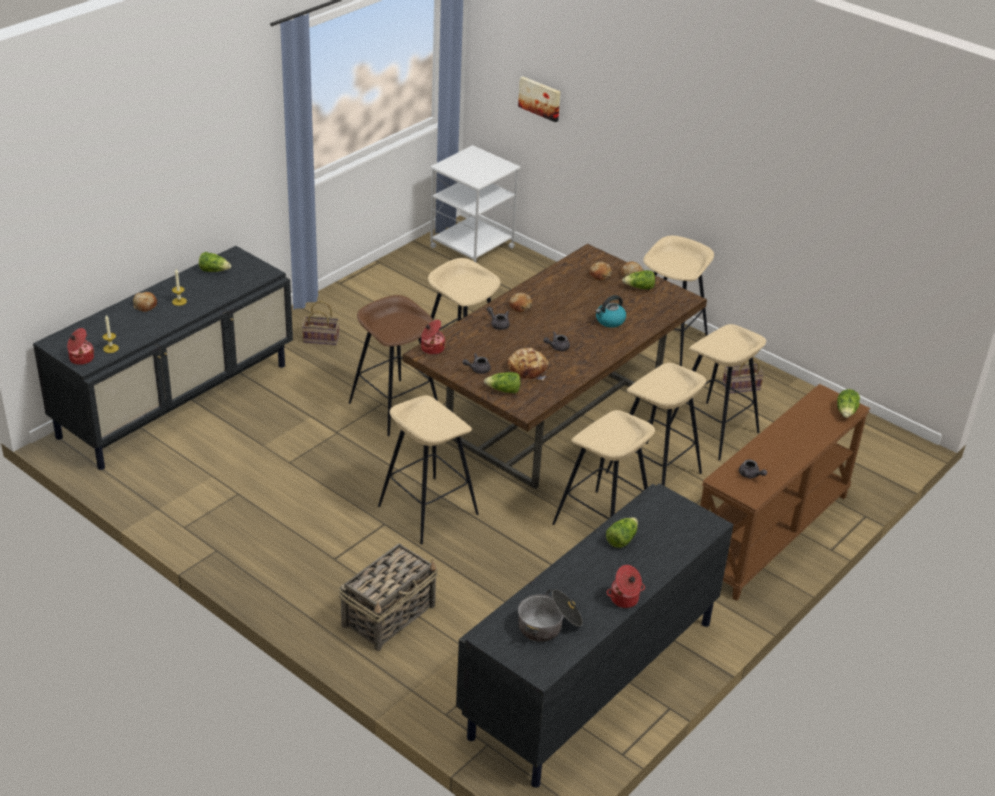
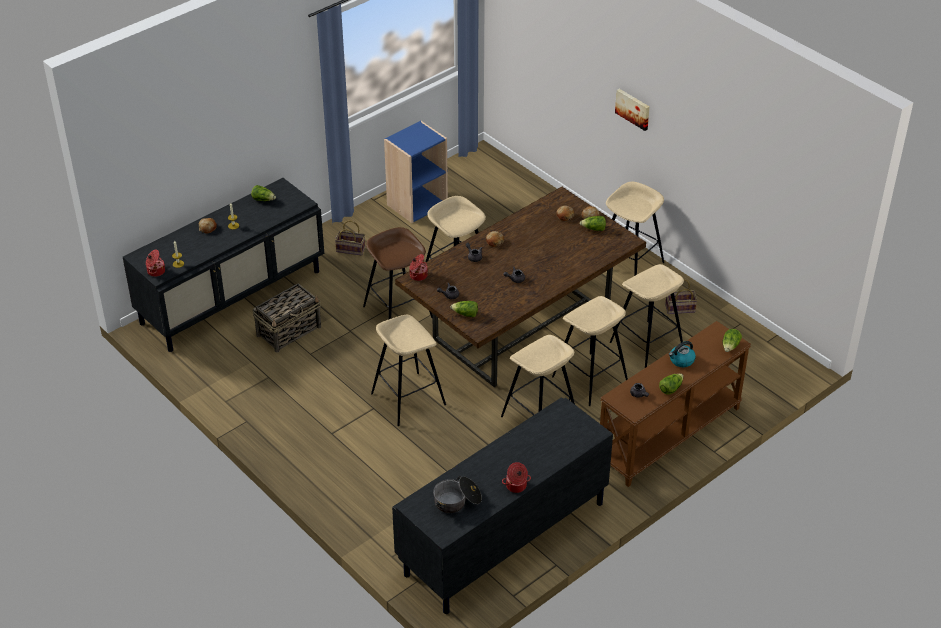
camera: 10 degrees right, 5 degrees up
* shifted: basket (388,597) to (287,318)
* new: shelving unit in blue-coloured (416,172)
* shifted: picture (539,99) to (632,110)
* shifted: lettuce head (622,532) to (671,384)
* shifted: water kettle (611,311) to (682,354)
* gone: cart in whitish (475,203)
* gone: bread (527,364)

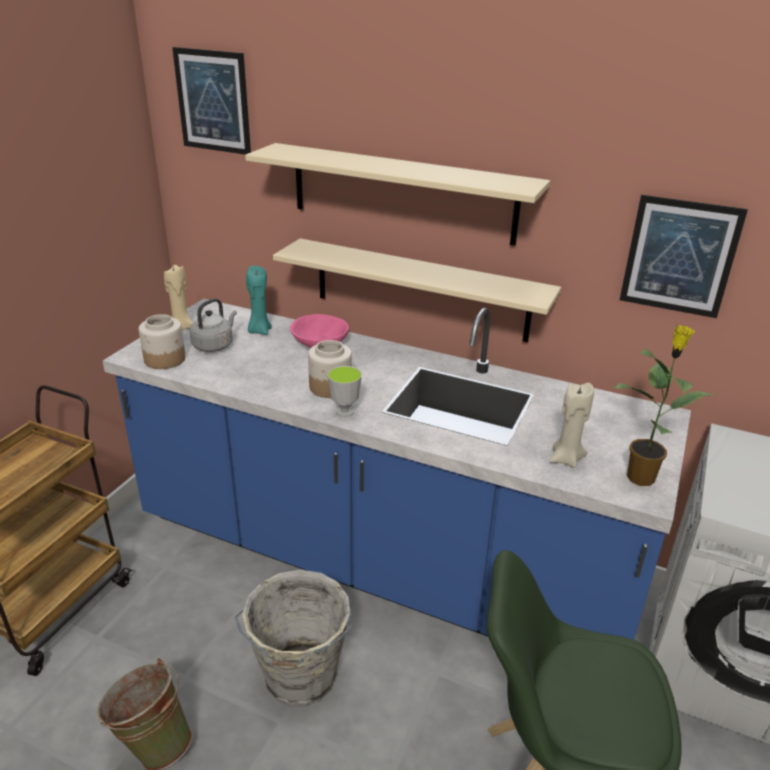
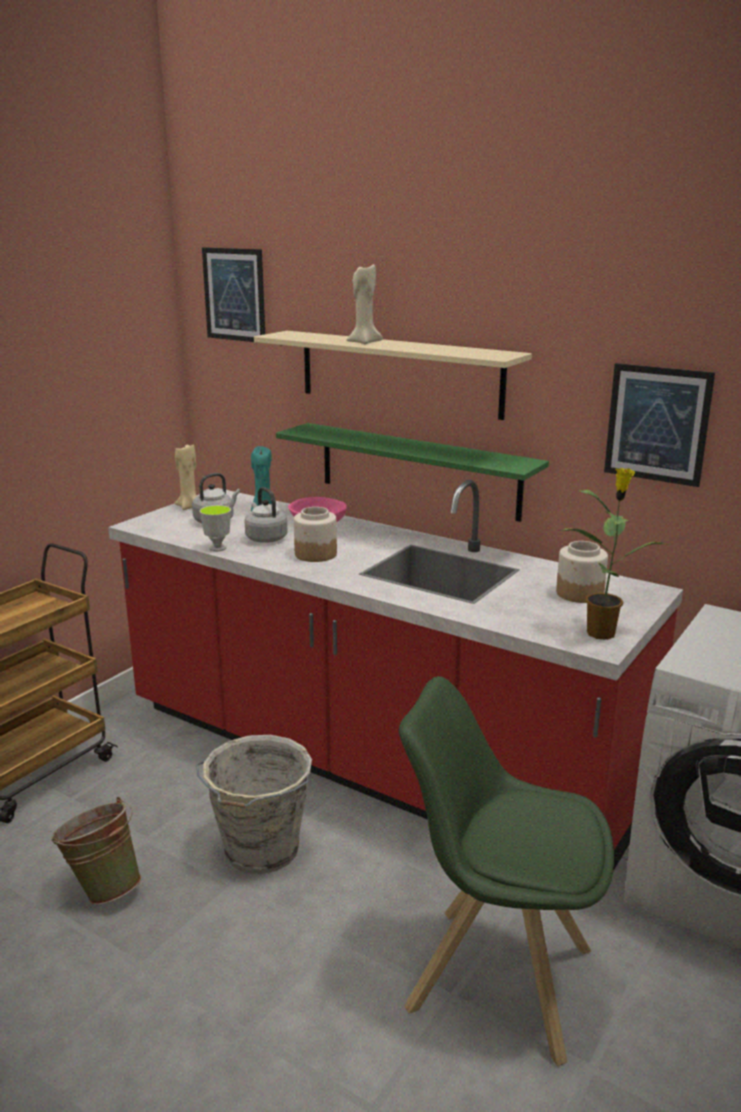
camera: 10 degrees right, 10 degrees down
* repainted: counter in blue-coloured (397,469) to counter in reddish (395,675)
* shifted: drinking cup (345,391) to (215,528)
* new: water kettle in greyish (266,515)
* repainted: bracket shelf in beige (417,290) to bracket shelf in green-coloured (412,472)
* shifted: wax candle in beige (571,425) to (364,304)
* shifted: jar (162,341) to (582,572)

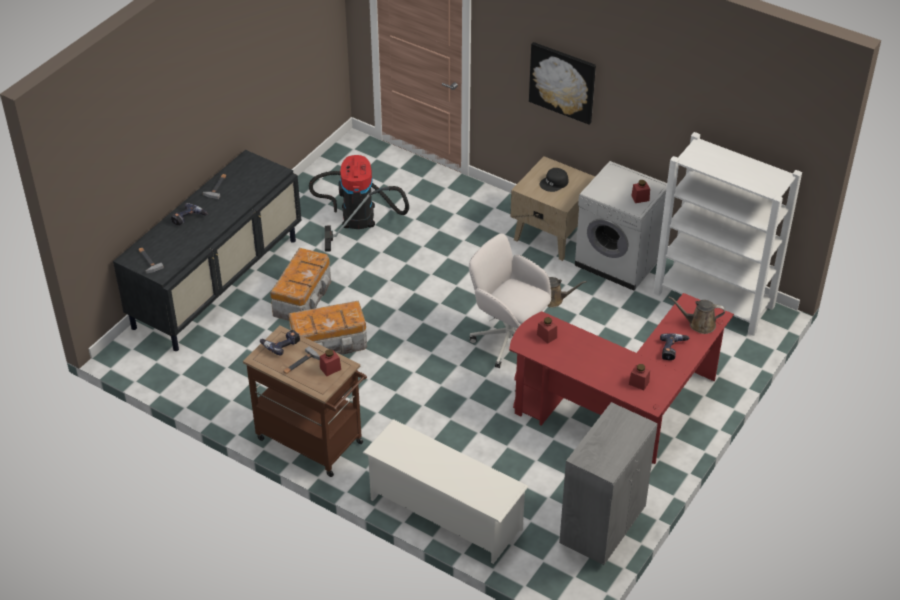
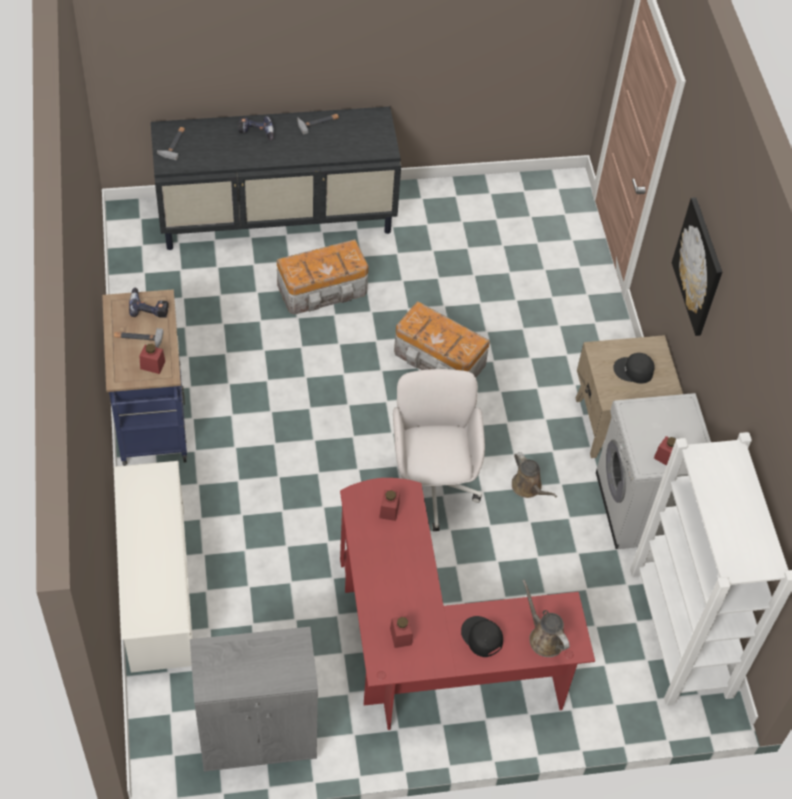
camera: 45 degrees right, 10 degrees up
* repainted: cart in brown-coloured (305,401) to cart in blue-coloured (144,377)
* shifted: storage bin (328,327) to (442,339)
* swapped: drill (675,347) to peaked cap in black-coloured (482,636)
* gone: vacuum (359,203)

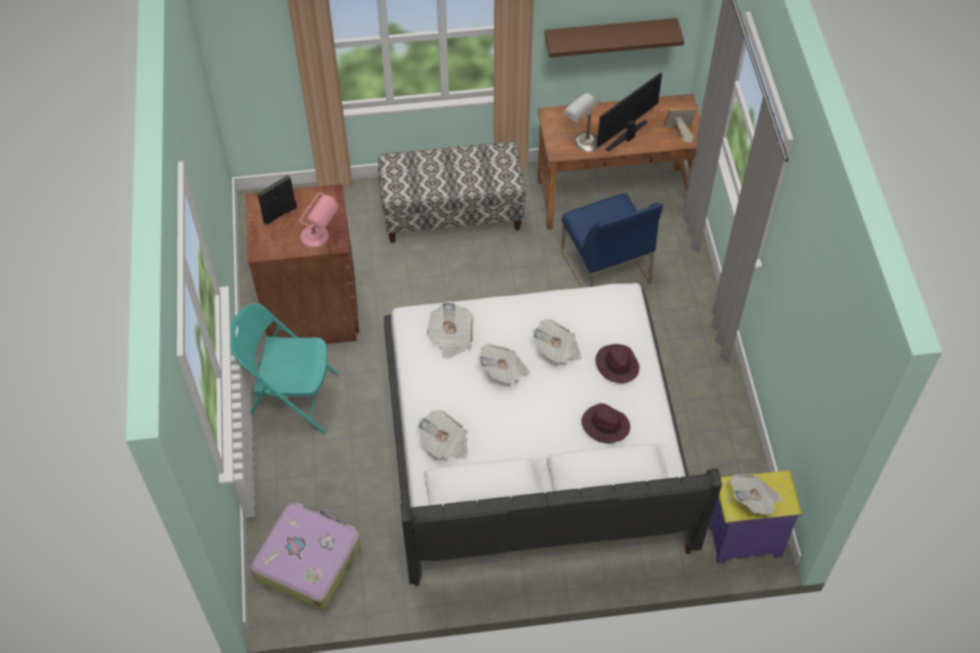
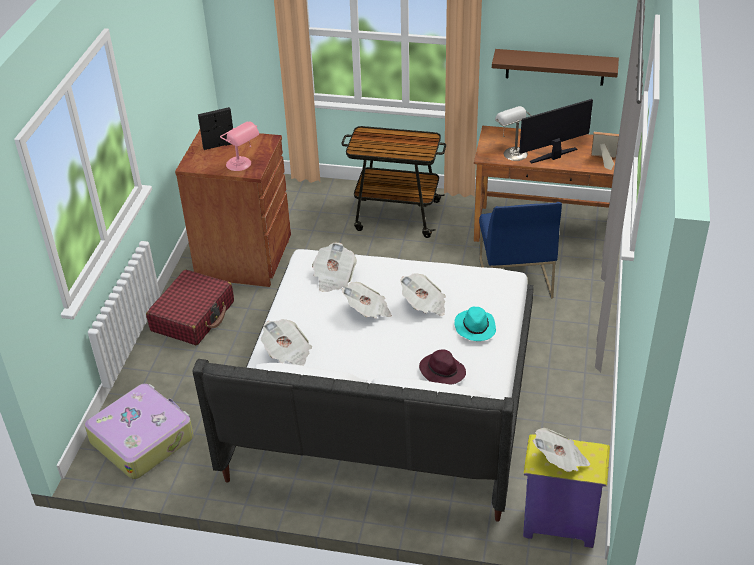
camera: 20 degrees right, 15 degrees down
* swapped: chair in blue-green (284,369) to piece of luggage in reddish (190,307)
* swapped: long seat (451,192) to cart (393,182)
* repainted: wearable hat in purple-coloured (617,363) to wearable hat in blue-green (475,324)

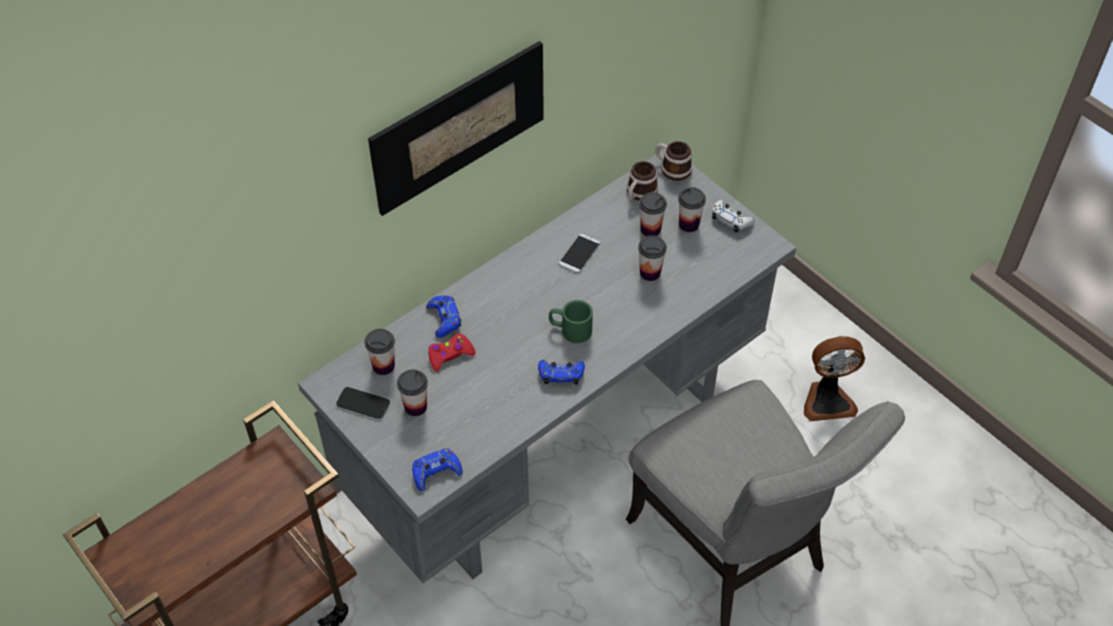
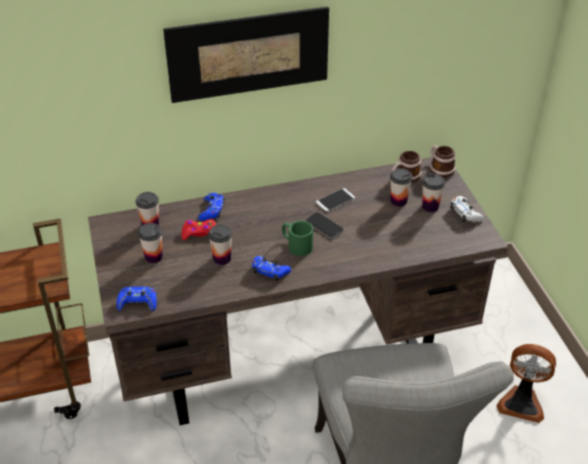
camera: 25 degrees right, 10 degrees down
* repainted: desk table in greyish (547,366) to desk table in brown-coloured (298,291)
* shifted: drinking cup (652,258) to (220,244)
* shifted: handset (363,403) to (325,225)

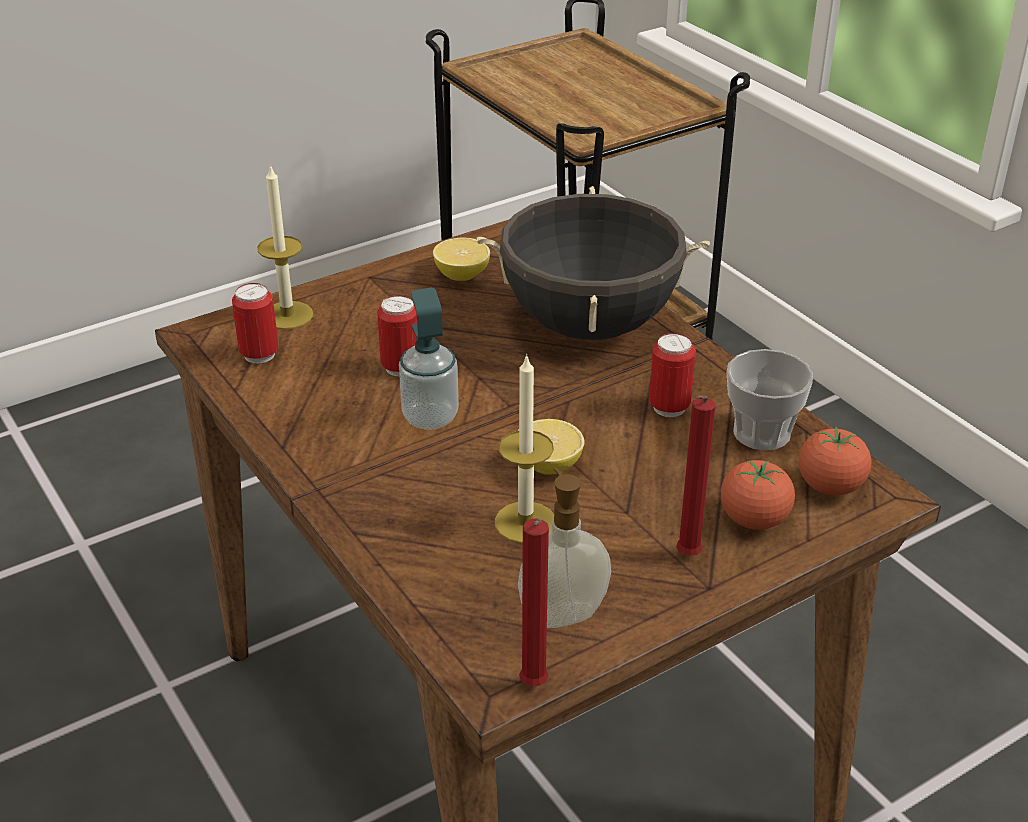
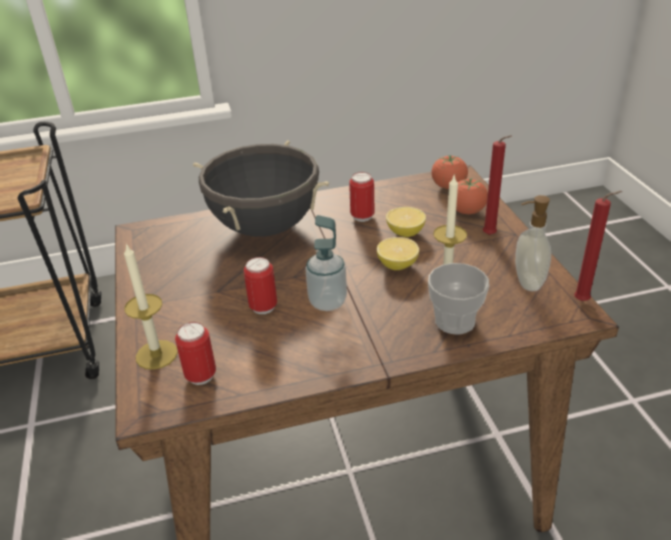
camera: 70 degrees left, 0 degrees up
* shifted: citrus fruit (461,259) to (406,222)
* shifted: drinking cup (770,399) to (458,299)

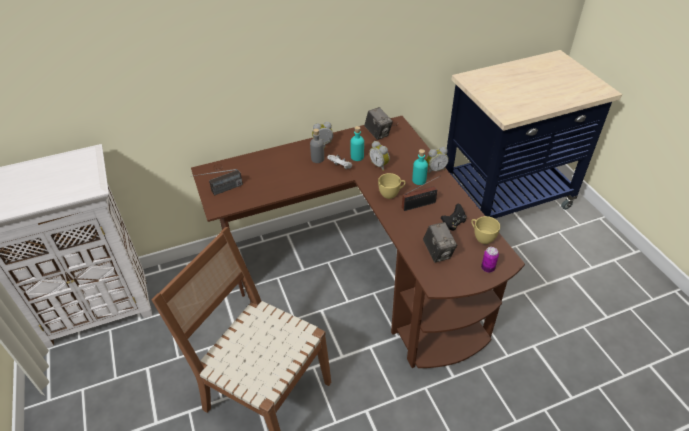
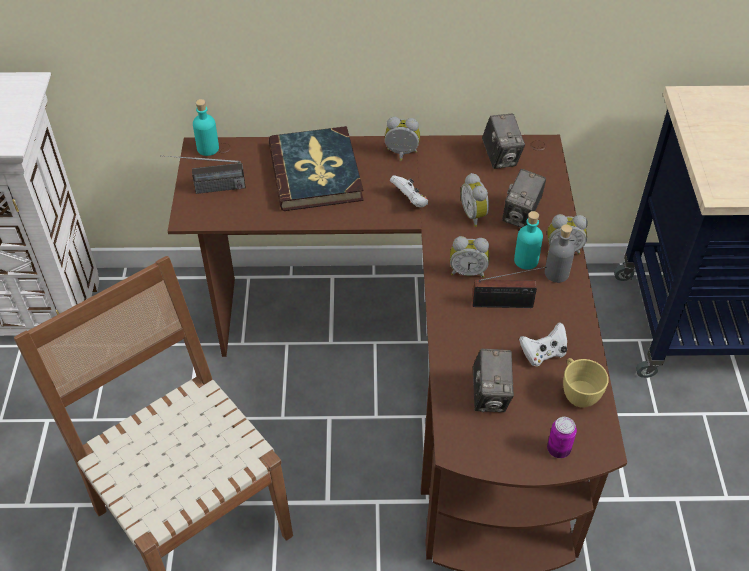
camera: 20 degrees right, 5 degrees up
* shifted: beverage bottle in blue-green (357,143) to (206,127)
* new: volume (316,168)
* swapped: drinking cup in yellow-coloured (392,186) to bedside clock (469,257)
* new: still camera (524,198)
* repainted: gamepad in black-coloured (454,217) to gamepad in whitish (543,344)
* shifted: beverage bottle in greyish (317,145) to (560,253)

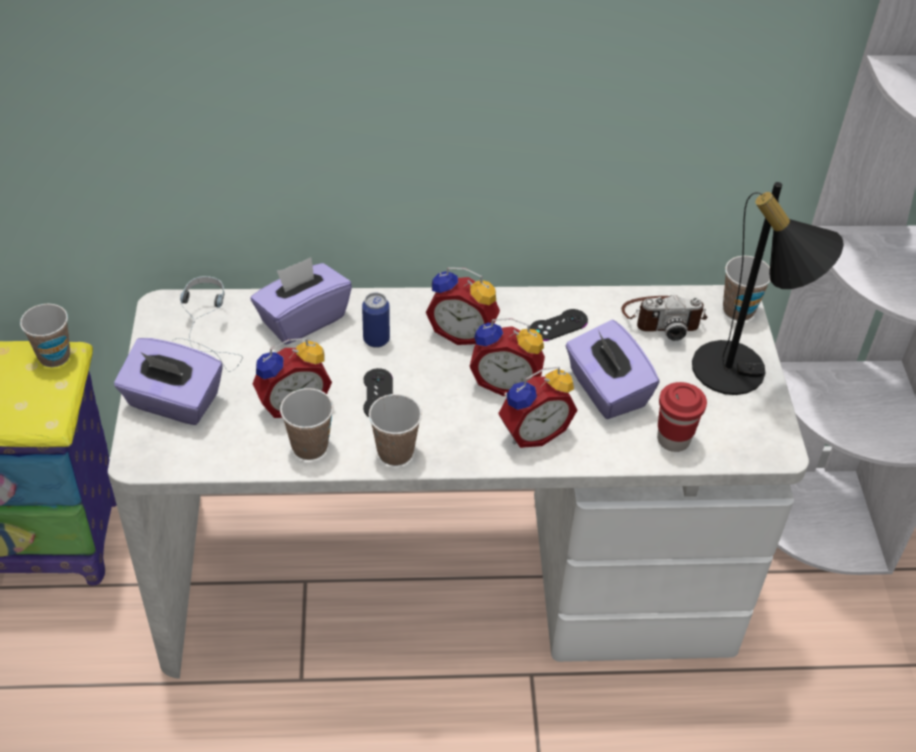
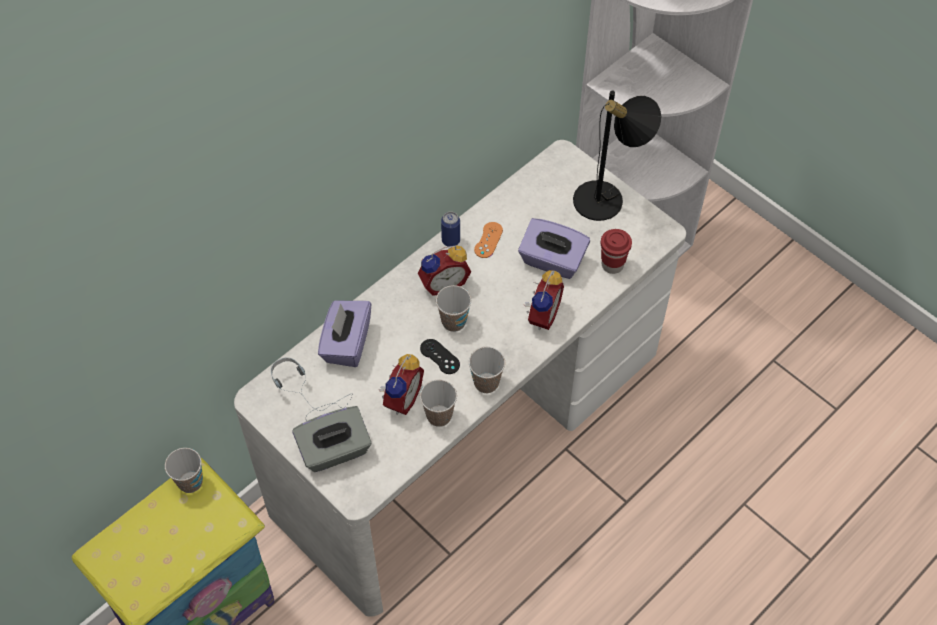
camera: 40 degrees left, 10 degrees up
* repainted: tissue box in purple-coloured (168,381) to tissue box in greyish (331,439)
* shifted: drinking cup (746,288) to (453,308)
* shifted: can (376,320) to (450,229)
* repainted: gamepad in black-coloured (559,325) to gamepad in orangey (488,240)
* gone: bedside clock (507,357)
* gone: still camera (664,318)

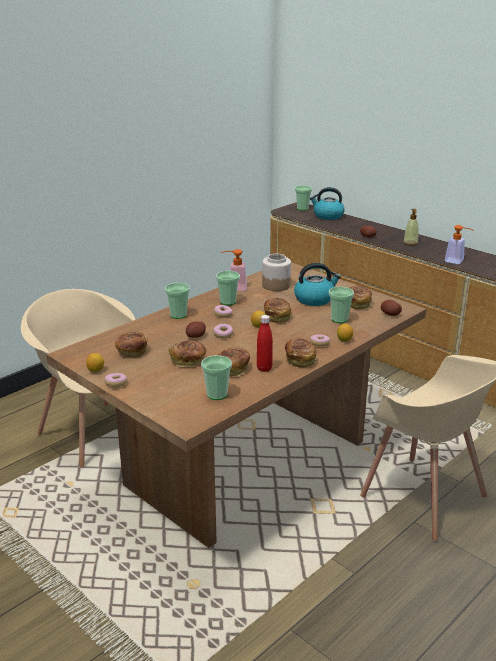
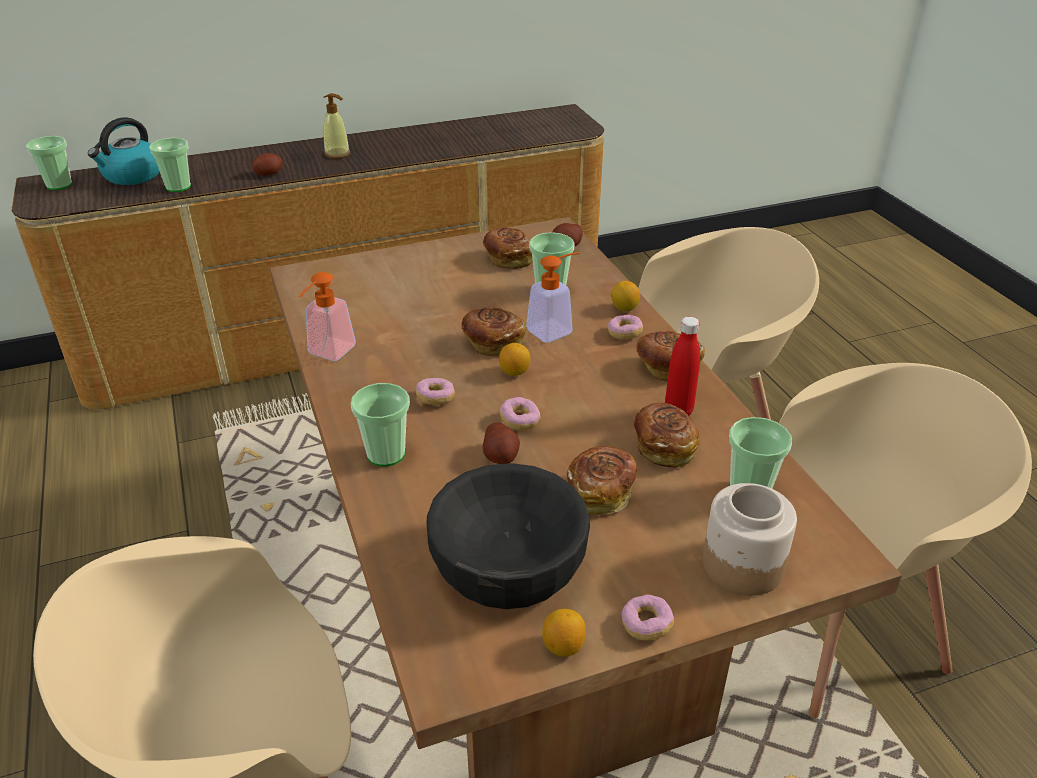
camera: 65 degrees left, 10 degrees up
* shifted: drinking cup (228,288) to (170,165)
* swapped: bread (131,344) to bowl in black-coloured (508,536)
* shifted: soap dispenser (459,244) to (553,297)
* shifted: jar (276,272) to (750,539)
* new: chair in beige (905,540)
* gone: water kettle (317,284)

